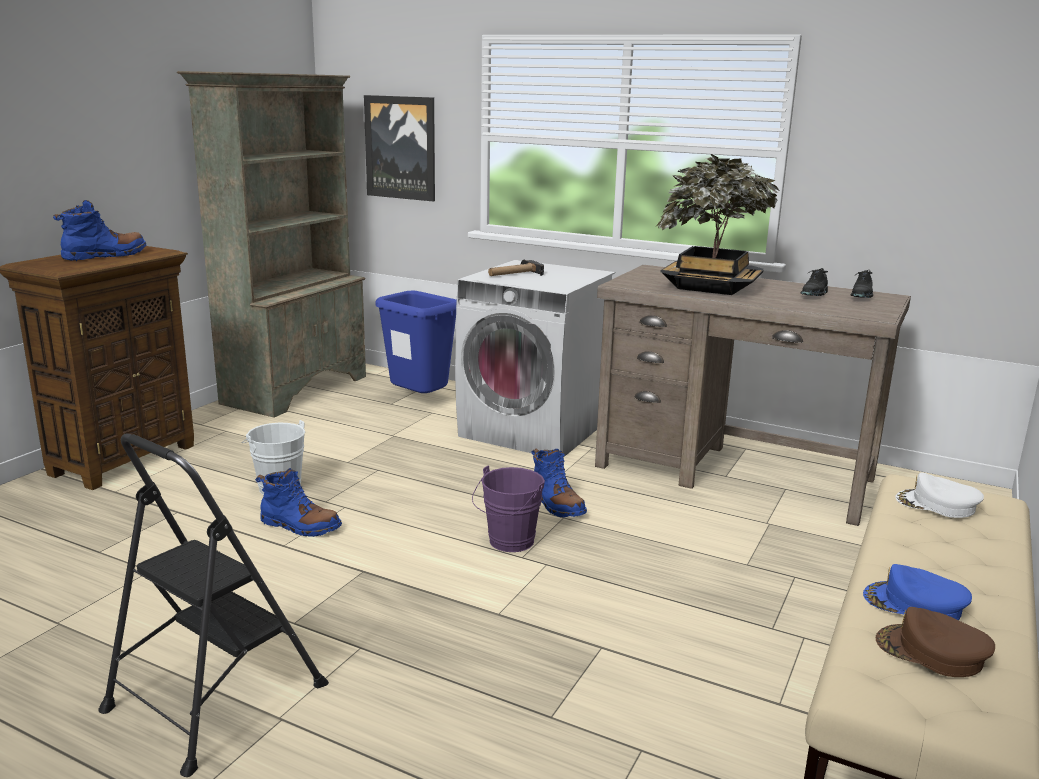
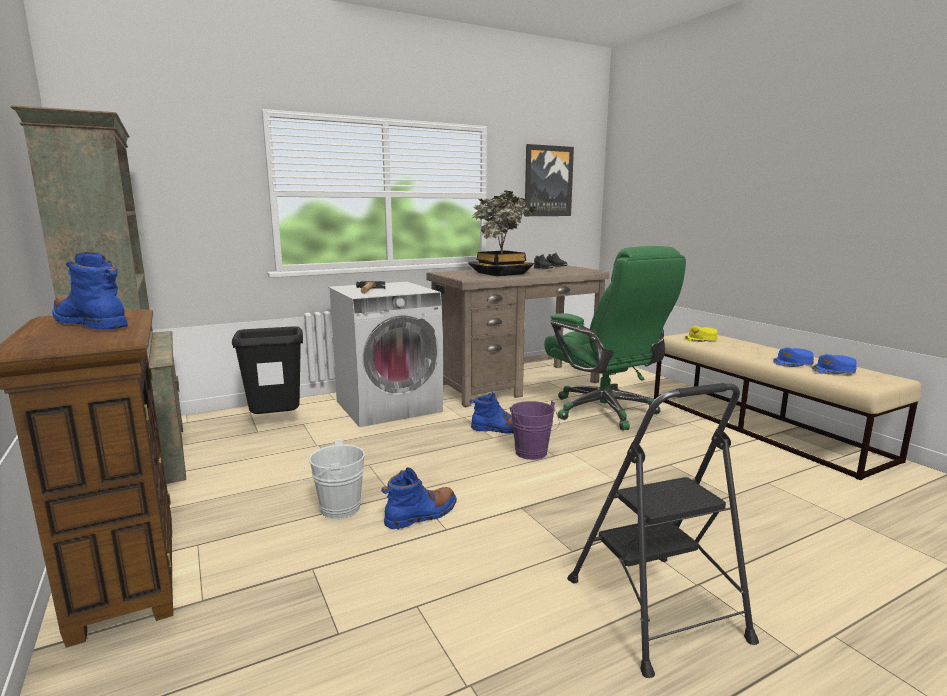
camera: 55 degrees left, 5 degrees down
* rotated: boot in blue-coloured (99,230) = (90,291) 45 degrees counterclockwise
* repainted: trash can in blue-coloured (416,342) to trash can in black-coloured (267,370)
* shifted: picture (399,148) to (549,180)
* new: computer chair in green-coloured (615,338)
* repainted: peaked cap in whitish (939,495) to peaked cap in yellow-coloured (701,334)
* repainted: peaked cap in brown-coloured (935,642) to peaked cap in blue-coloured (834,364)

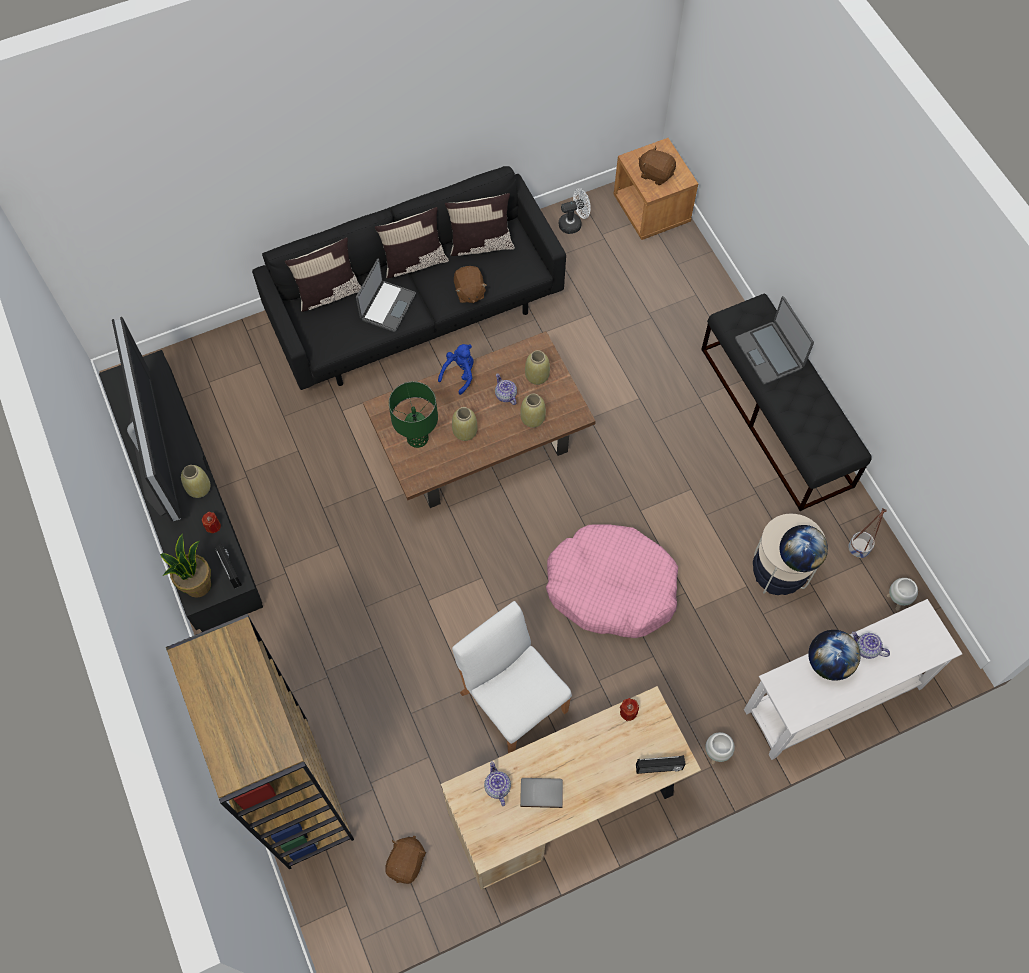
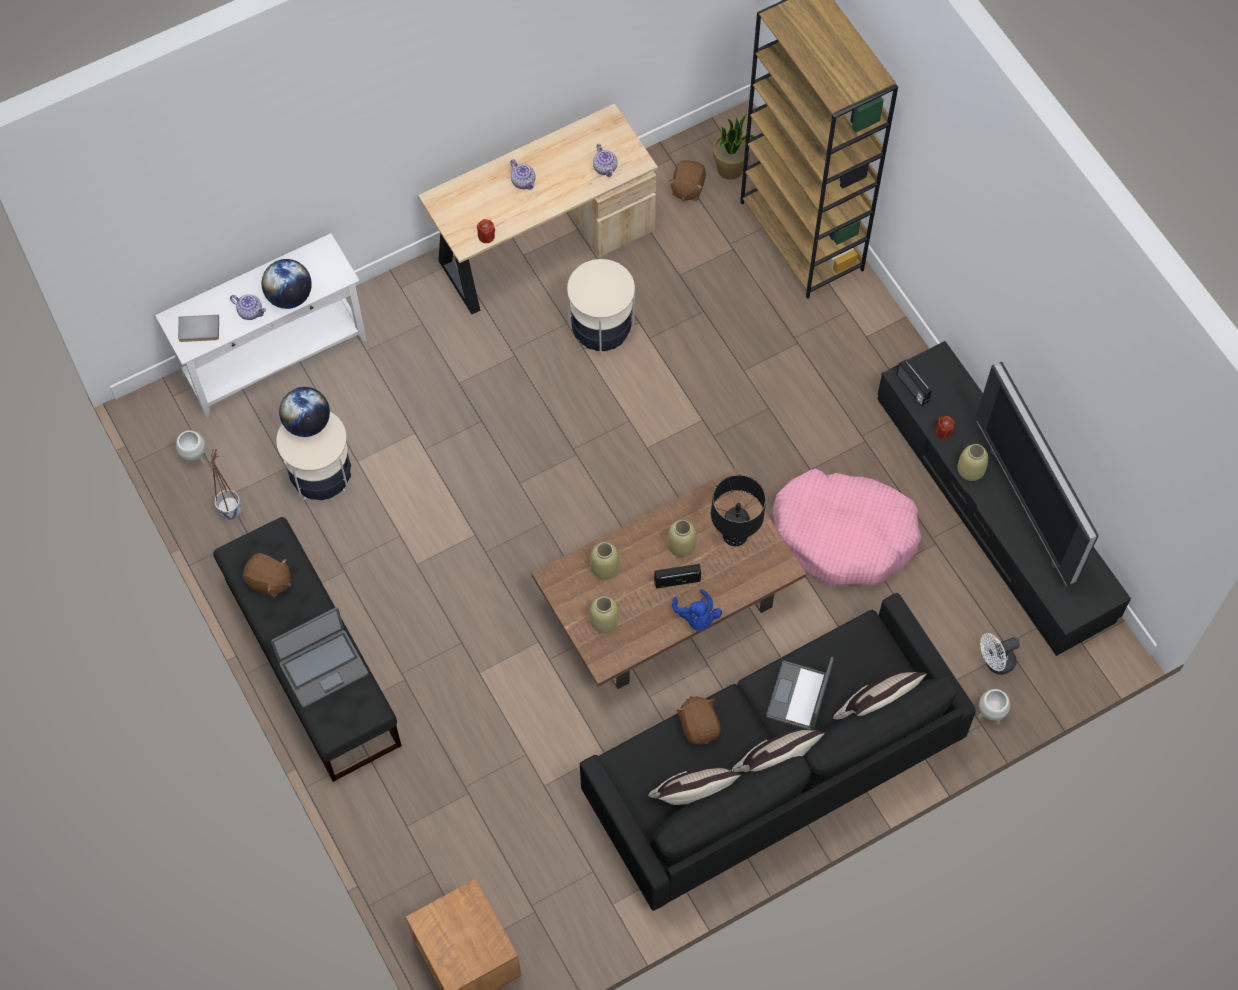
camera: 175 degrees right, 0 degrees up
* shifted: volume in greyish (541,793) to (198,328)
* shifted: cuddly toy in brown-coloured (657,165) to (267,575)
* rotated: notebook computer (774,340) = (319,657) 90 degrees clockwise
* shifted: pot for tea (506,389) to (522,174)
* swapped: chair in whitish (512,677) to accent table in beige (601,307)
* shifted: radio (660,764) to (677,576)
* rotated: cuddly toy in blue-coloured (456,369) = (697,610) 45 degrees counterclockwise
* repainted: tabletop lamp in green-coloured (413,414) to tabletop lamp in black-coloured (738,510)
* shifted: potted plant (185,565) to (734,146)
* shifted: dog cushion in pinkish (612,581) to (847,527)
* shifted: flower pot in whitish (720,748) to (994,706)
* shifted: fan in whitish (575,211) to (1000,654)

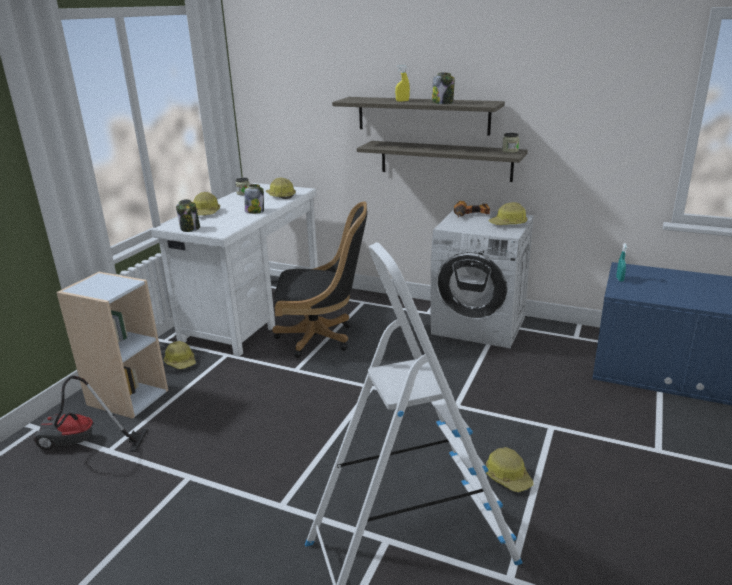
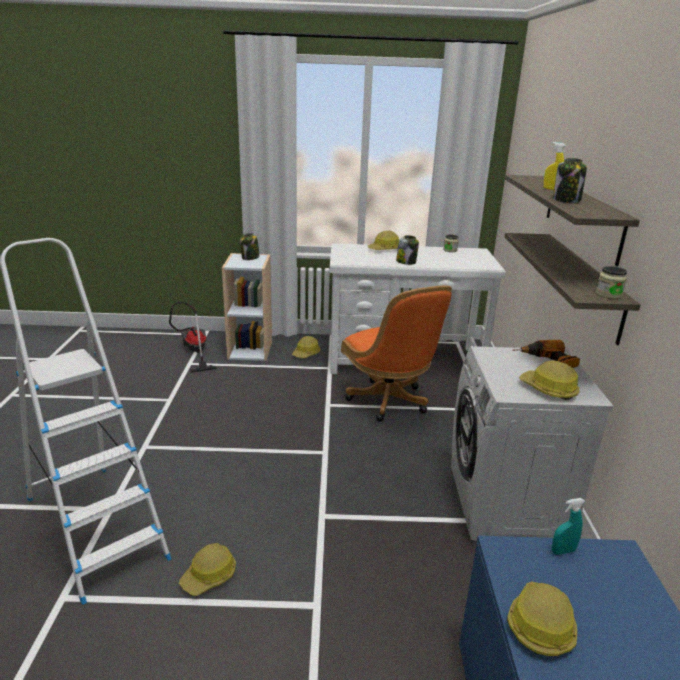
camera: 65 degrees right, 0 degrees up
* shifted: jar (188,215) to (250,246)
* repainted: computer chair in black-coloured (319,280) to computer chair in orangey (396,353)
* shifted: hard hat (280,188) to (542,619)

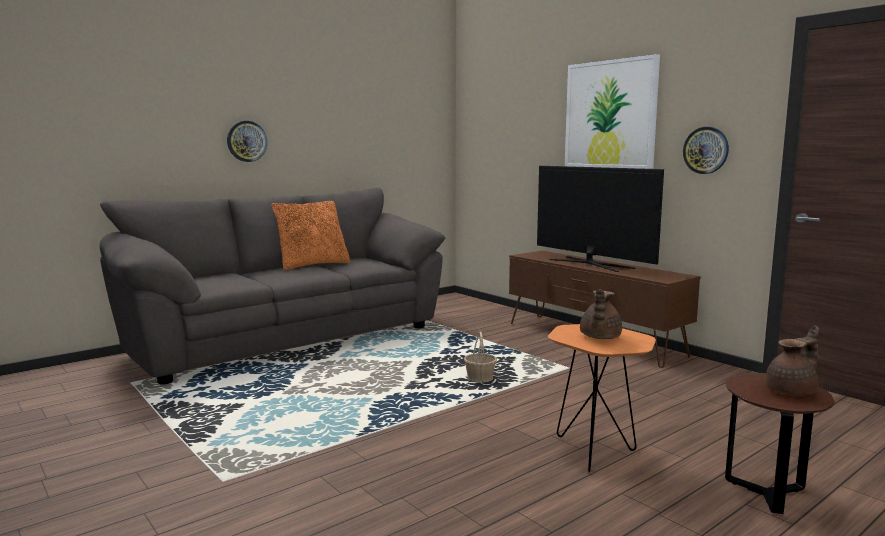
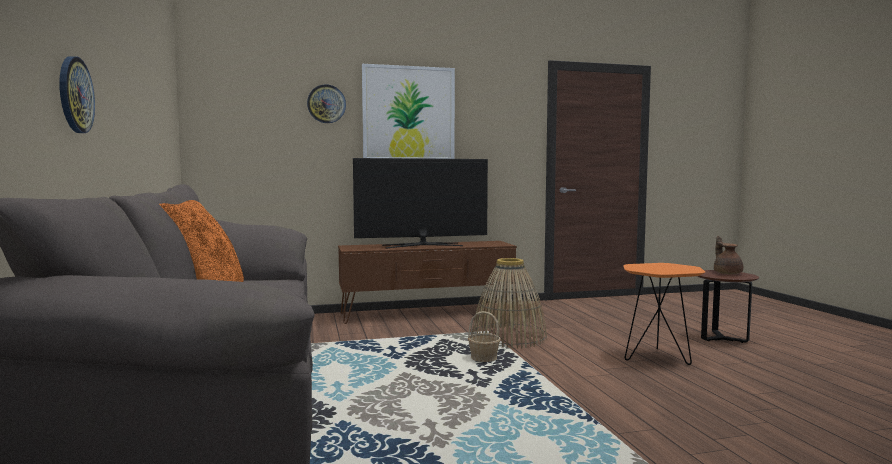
camera: 65 degrees left, 5 degrees down
* shifted: hanging clock (706,150) to (326,103)
* new: basket (509,303)
* gone: pot for tea in brown-coloured (601,314)

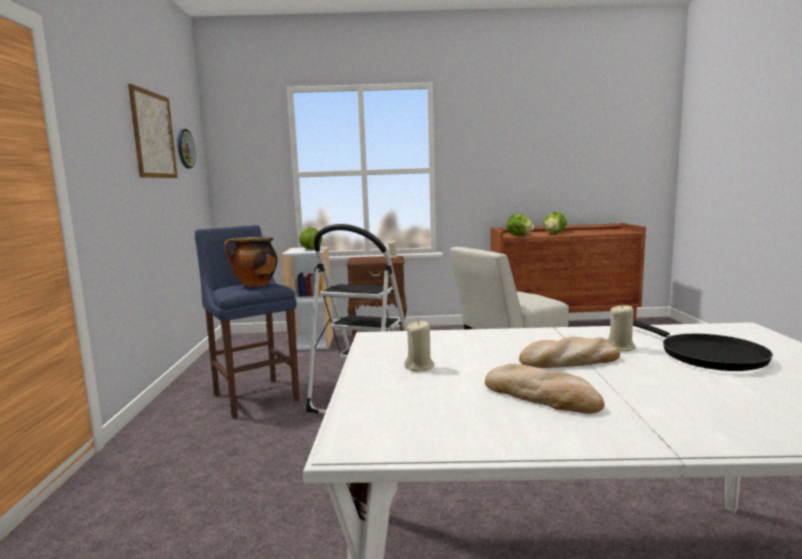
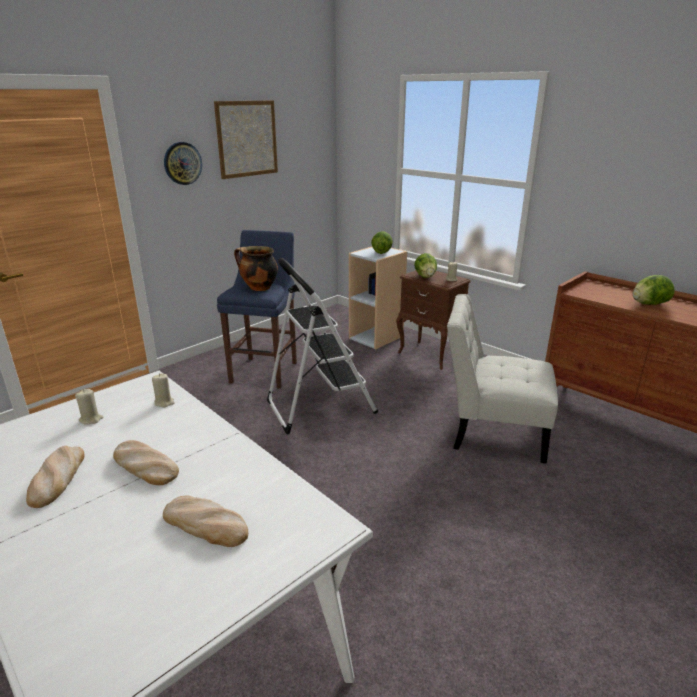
camera: 45 degrees right, 15 degrees up
* shifted: wax candle in beige (621,327) to (163,390)
* swapped: pan in black-coloured (703,345) to bread (205,521)
* shifted: hanging clock (187,149) to (183,163)
* shifted: lettuce head (520,225) to (425,265)

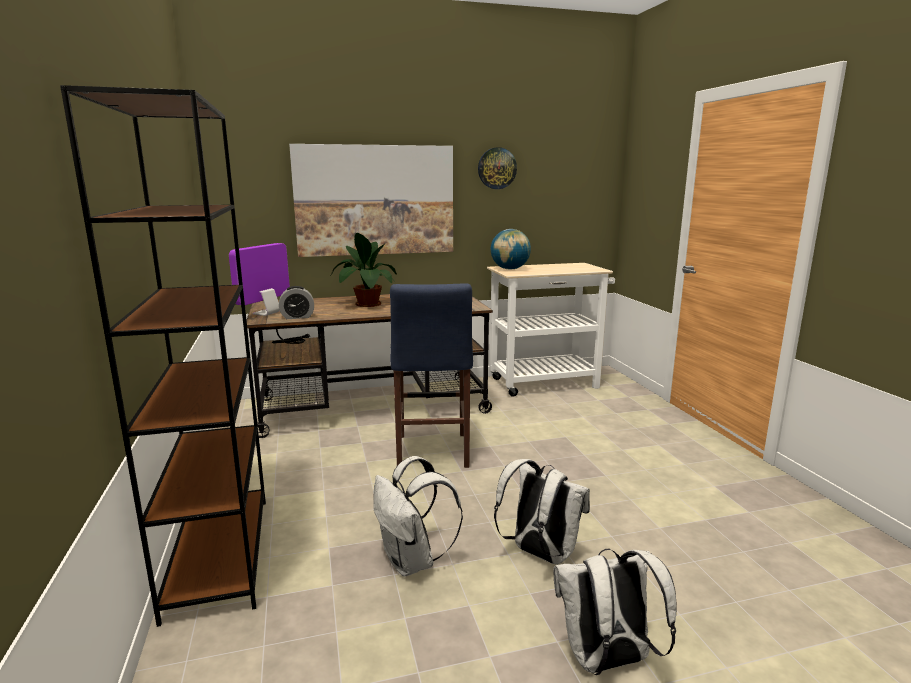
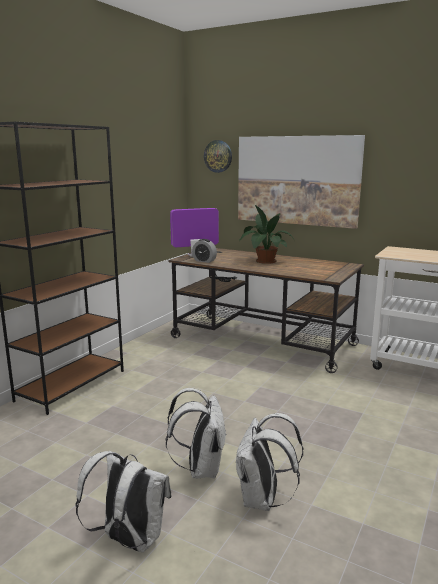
camera: 45 degrees right, 0 degrees up
* shifted: hanging clock (497,168) to (218,156)
* shifted: knapsack in whitish (418,516) to (269,462)
* gone: stool seat in blue-coloured (431,375)
* gone: desk globe (510,249)

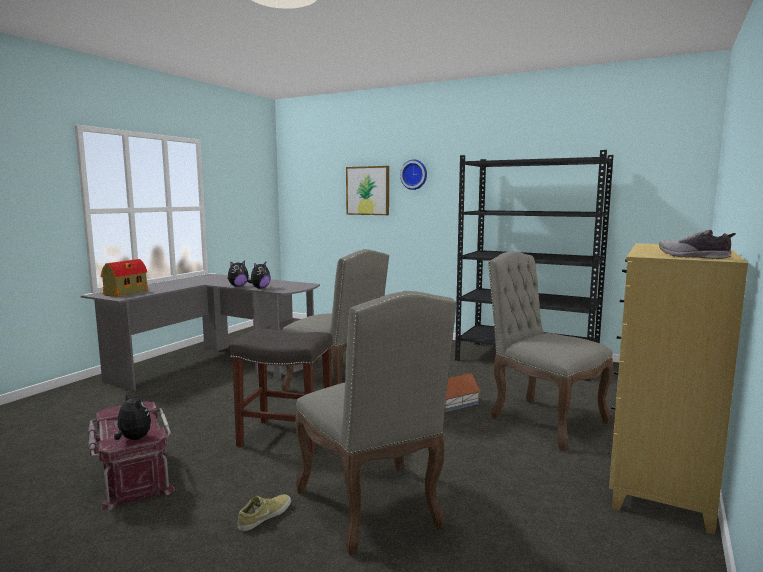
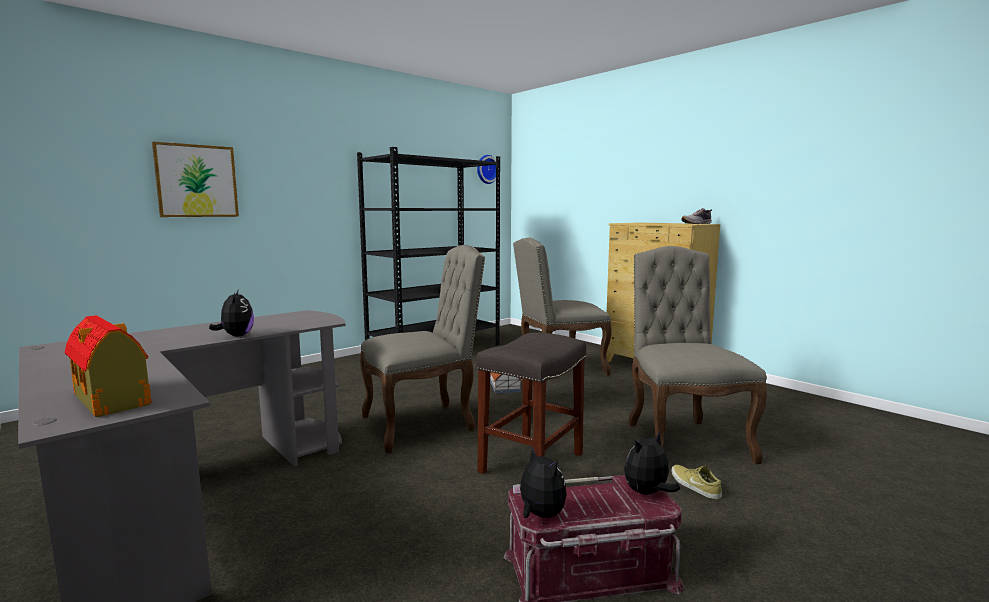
camera: 70 degrees left, 0 degrees up
* shifted: hanging clock (413,175) to (488,169)
* shifted: cuddly toy (259,275) to (540,482)
* rotated: chair in greyish (376,423) = (698,355) 90 degrees counterclockwise

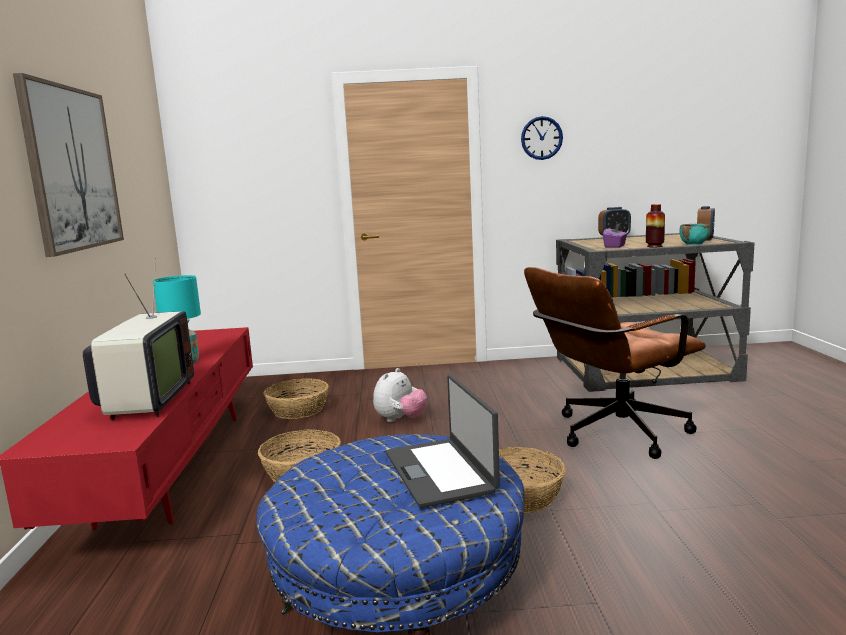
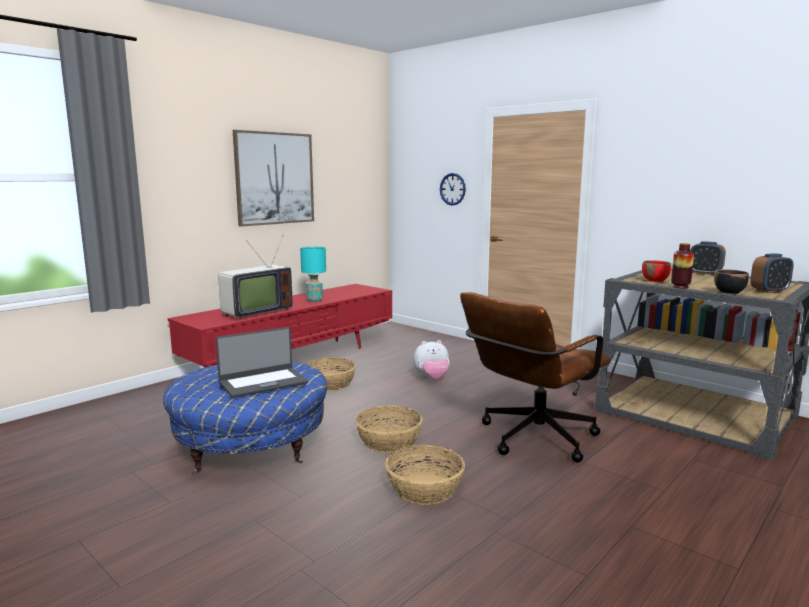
camera: 45 degrees right, 0 degrees up
* rotated: notebook computer (443,441) = (262,362) 150 degrees counterclockwise
* shifted: basket (296,398) to (425,475)
* shifted: hanging clock (542,138) to (453,189)
* rotated: computer chair in brown-coloured (615,363) = (535,377) 60 degrees counterclockwise
* swapped: tissue box in purple-coloured (615,235) to bowl in reddish (656,271)
* repainted: bowl in blue-green (694,234) to bowl in black-coloured (731,282)

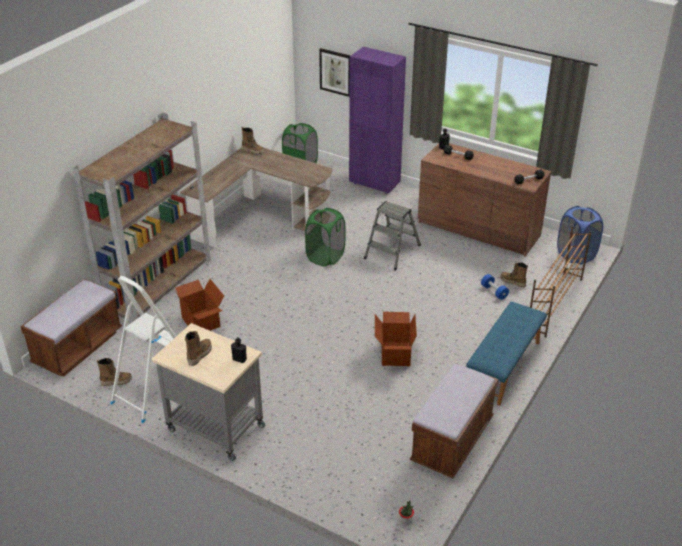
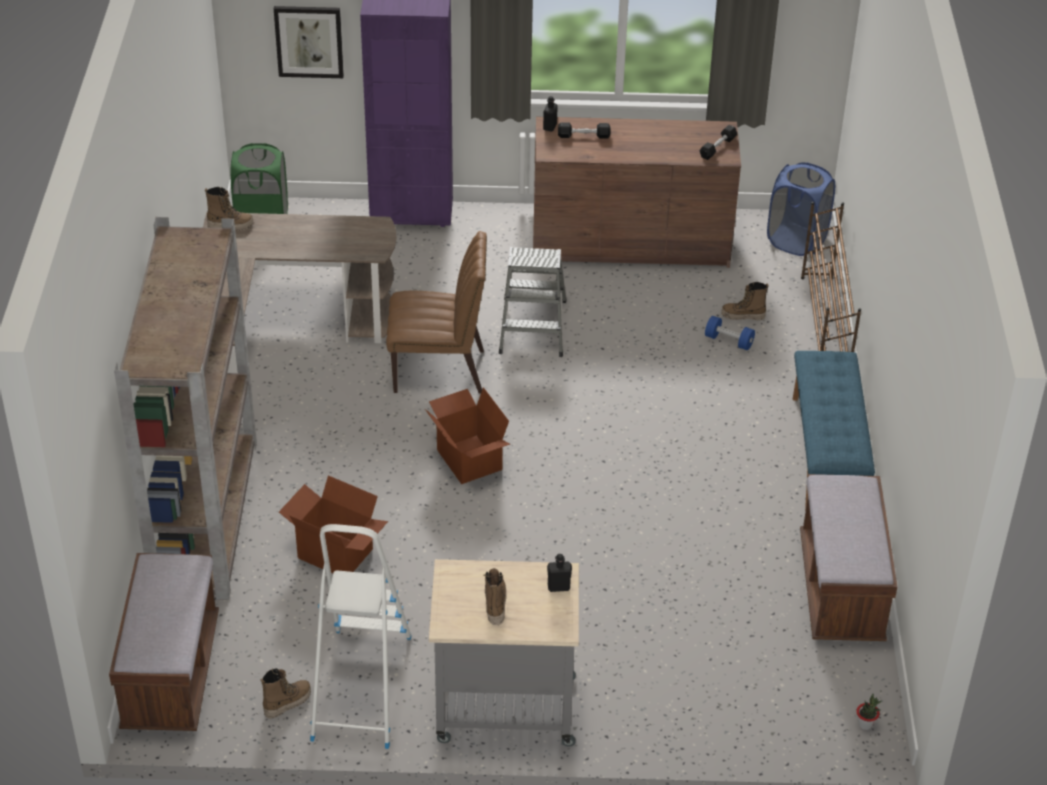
camera: 30 degrees left, 5 degrees up
* swapped: hamper in green-coloured (325,237) to chair in brown-coloured (436,312)
* shifted: packing box (396,339) to (467,435)

